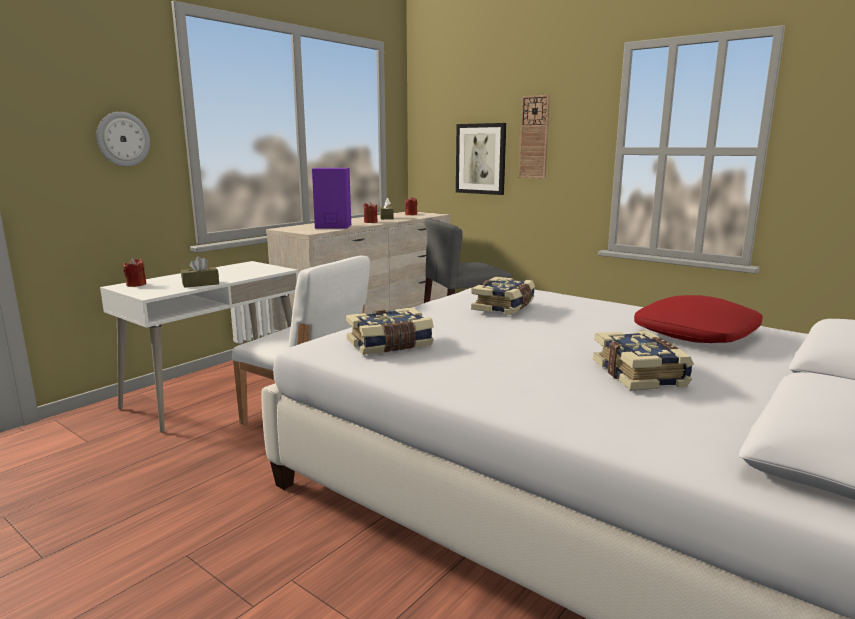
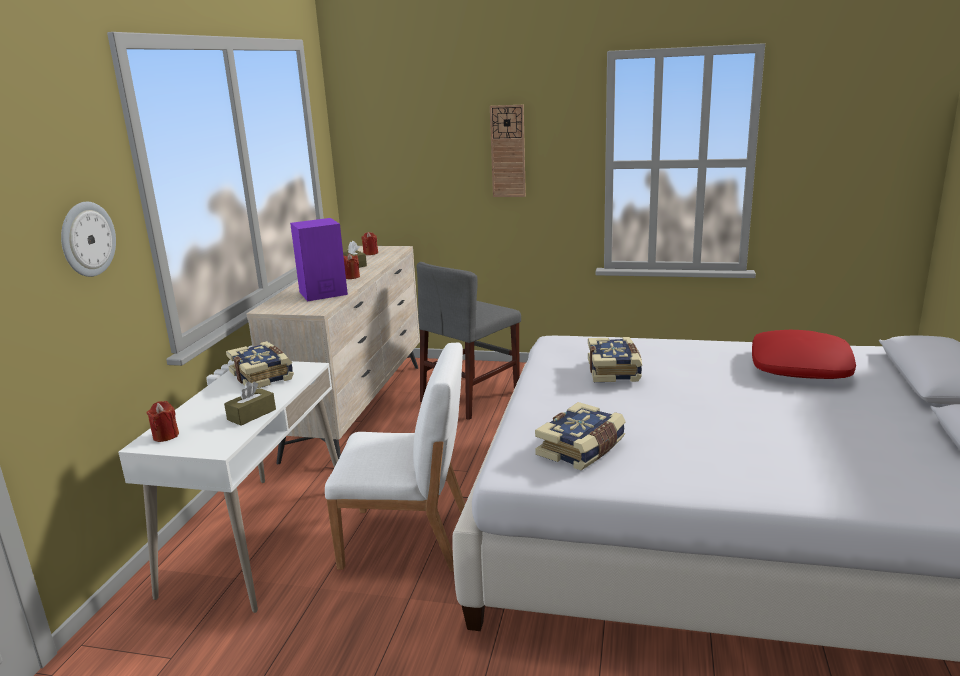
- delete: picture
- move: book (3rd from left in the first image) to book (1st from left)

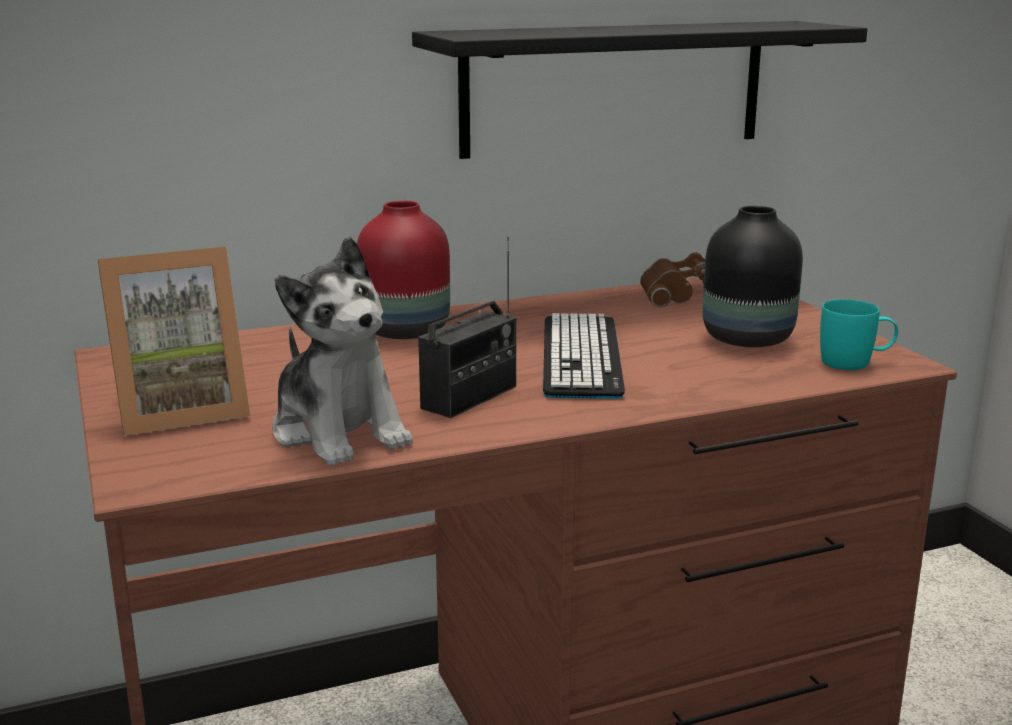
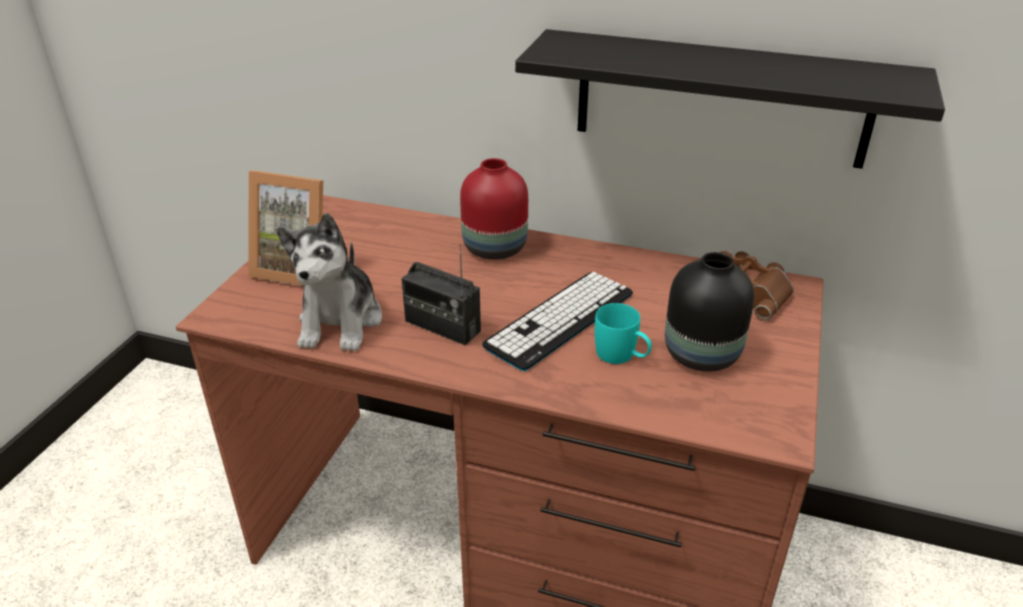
- move: mug (turquoise)
- rotate: radio 45 degrees clockwise

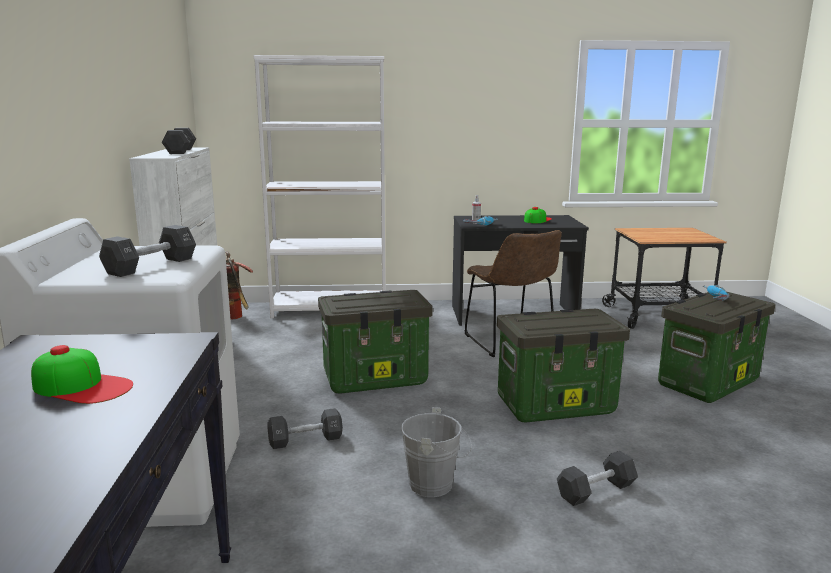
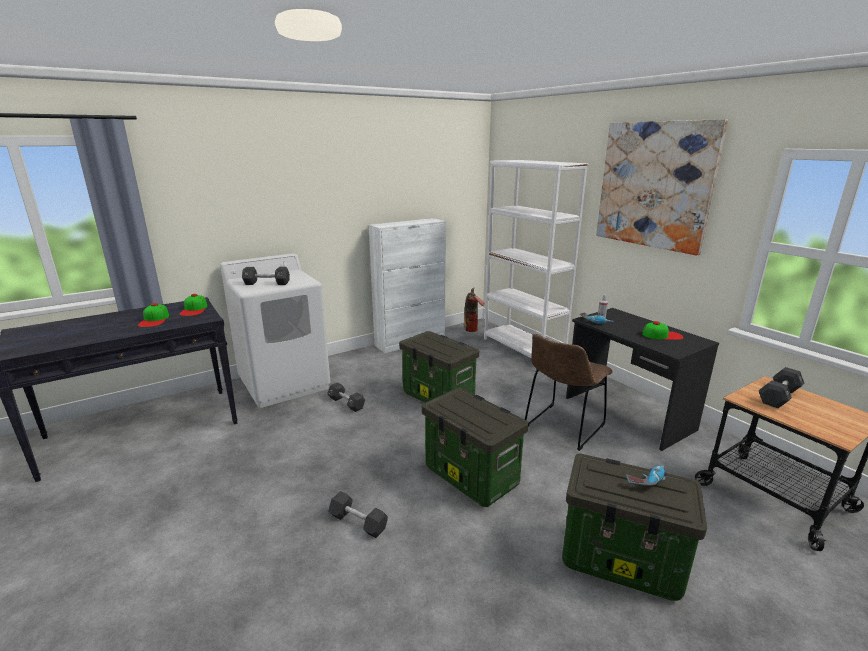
- delete: bucket (grey)
- insert: cap (2nd from left)
- insert: picture
- move: dumbbell (black) (2nd from left in the first image) to dumbbell (black) (4th from left)

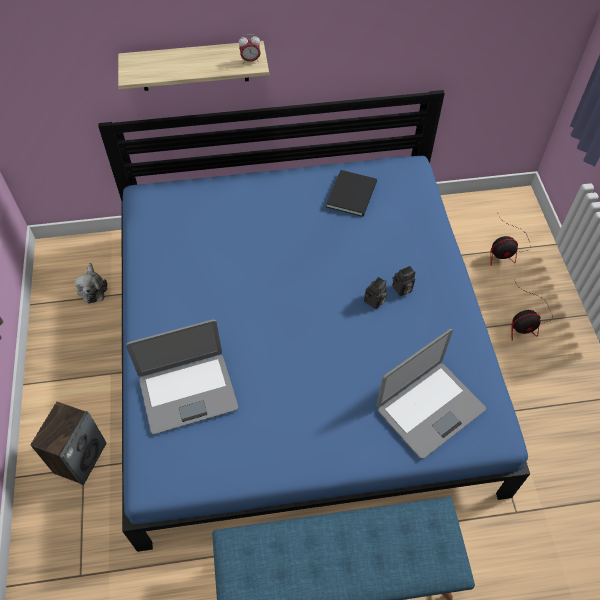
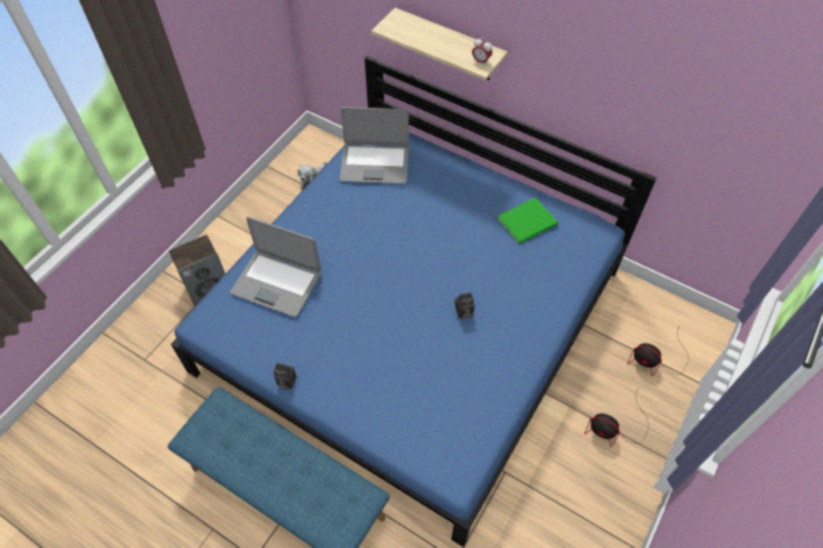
- move: laptop (2nd from left)
- move: photo camera (2nd from left in the first image) to photo camera (1st from left)
- recolor: book (black) to book (green)

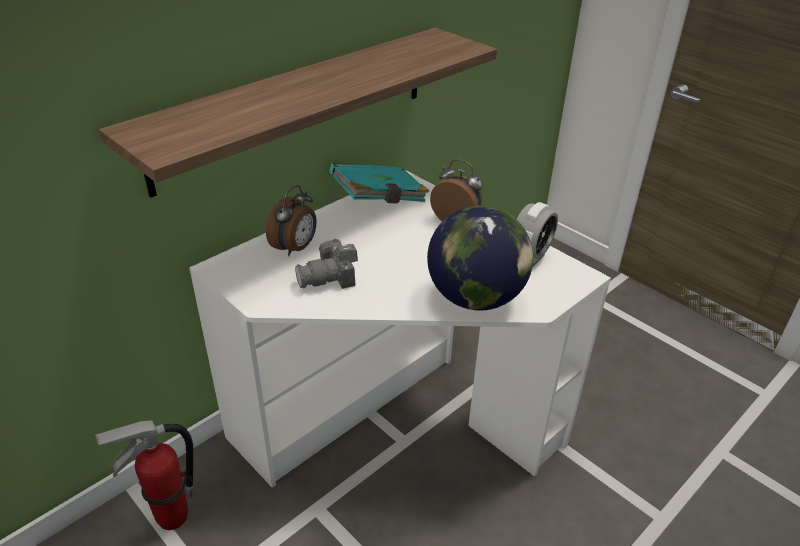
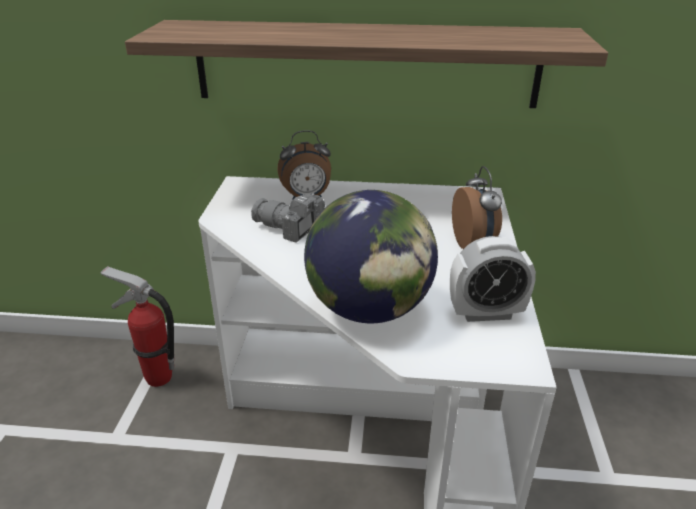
- delete: book (turquoise)

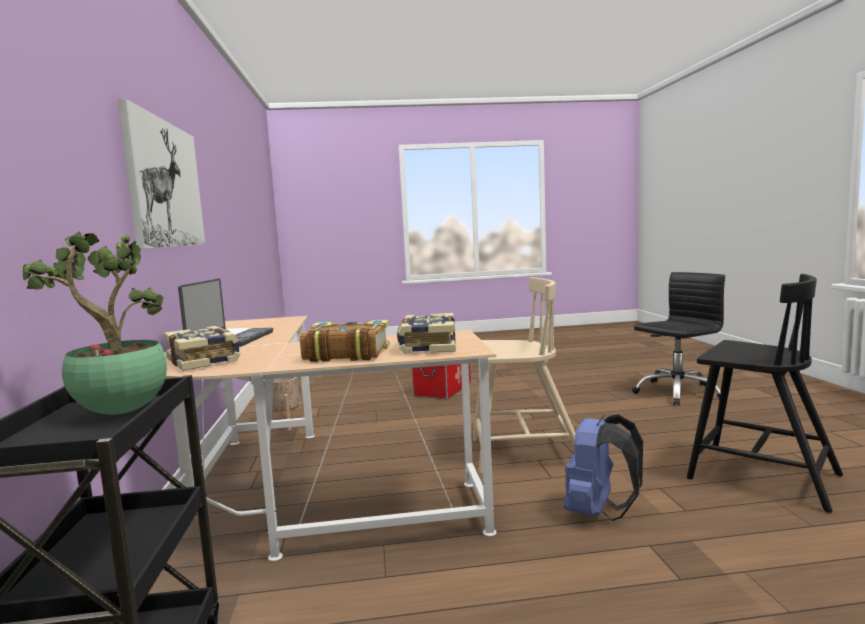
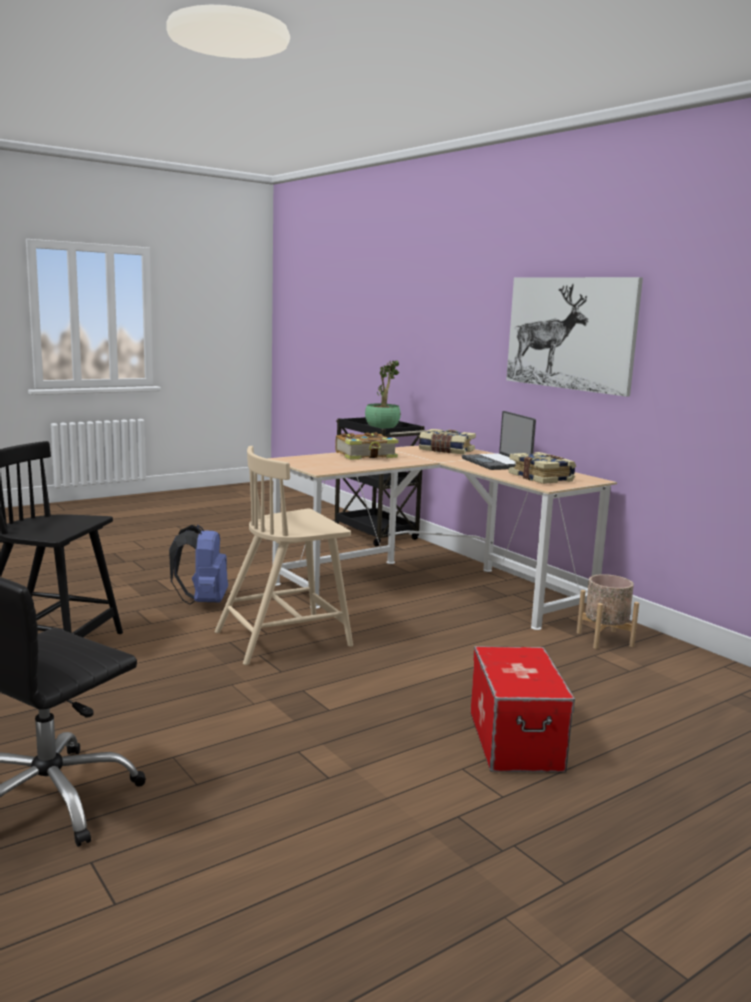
- move: book (3rd from left)

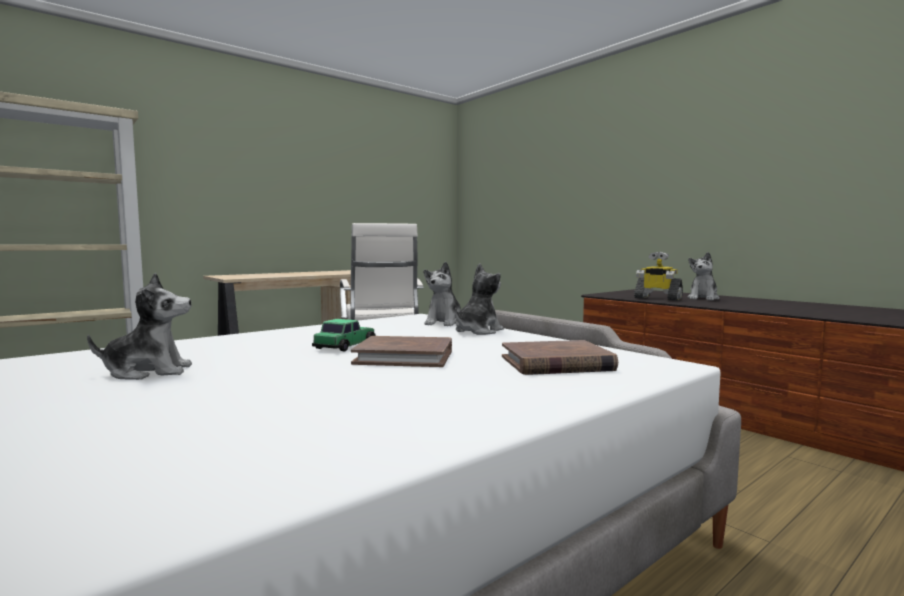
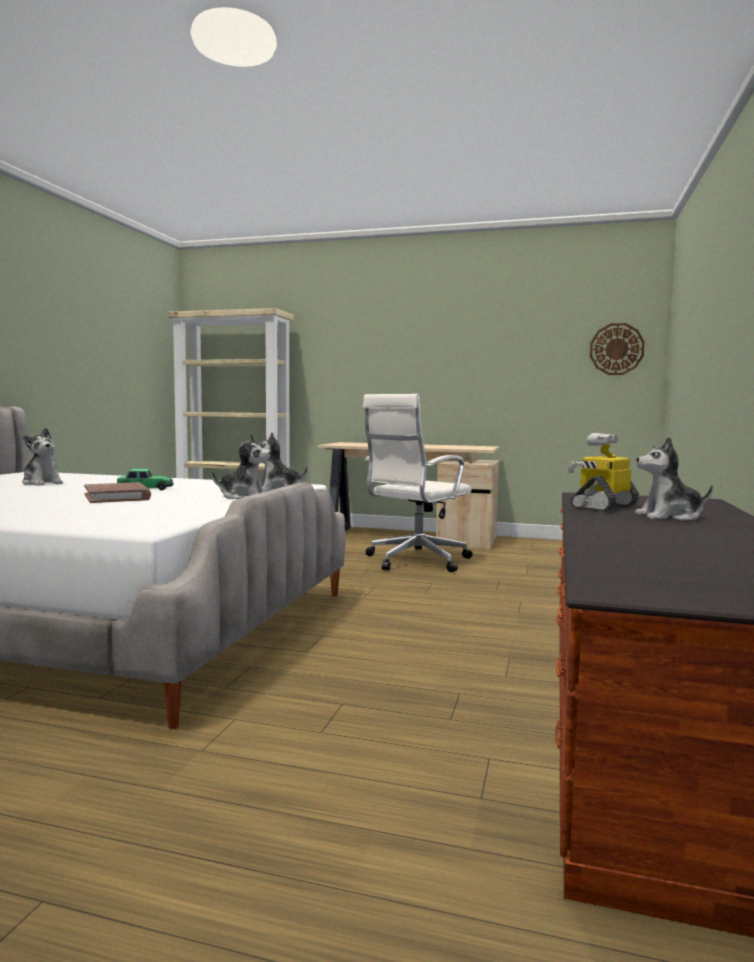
- delete: book (brown) (2nd from left)
- insert: wall clock
- rotate: toy robot 45 degrees clockwise

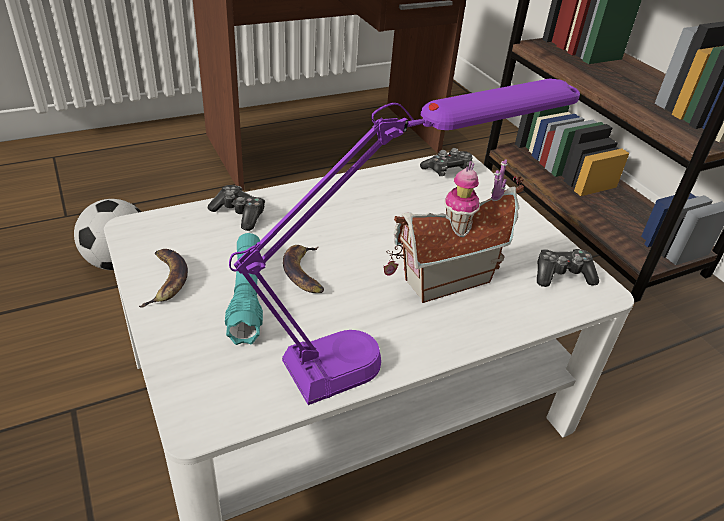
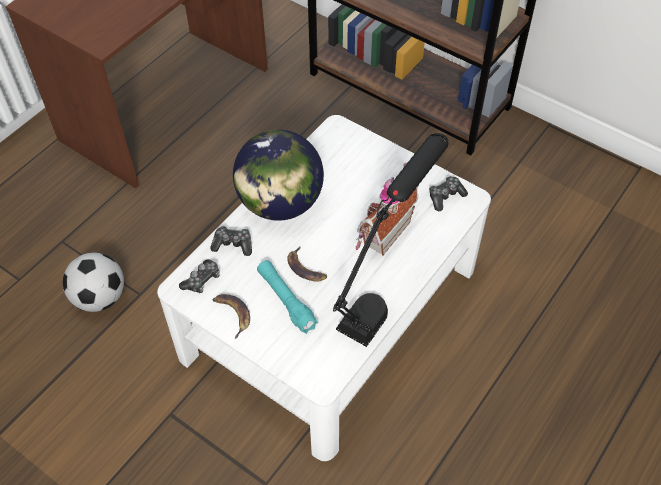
- insert: globe
- move: game controller (2nd from left in the first image) to game controller (1st from left)
- recolor: table lamp (purple) to table lamp (black)

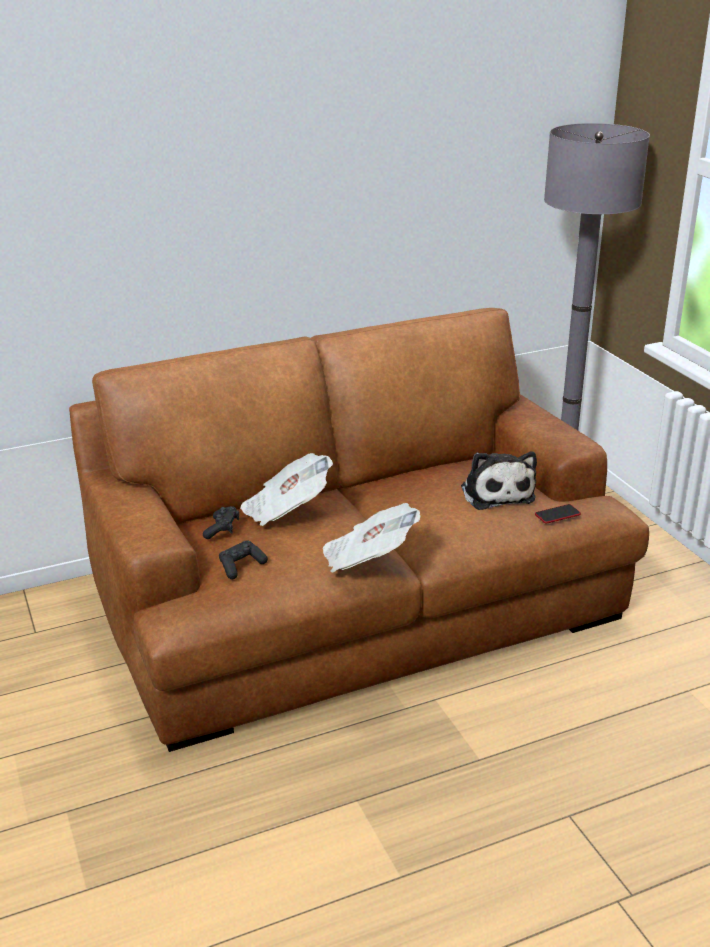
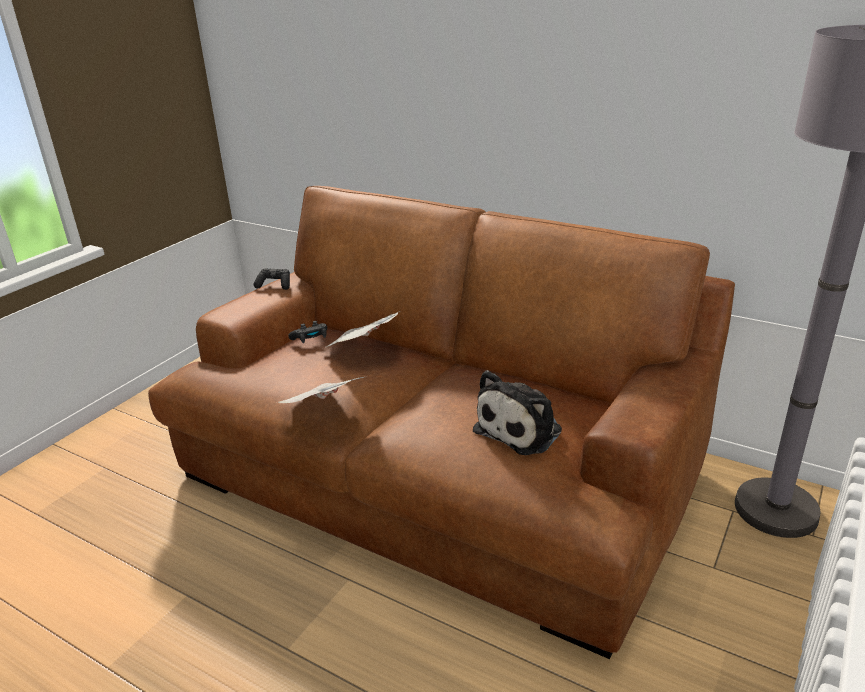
- delete: phone
- move: game controller (black) (2nd from left in the first image) to game controller (black) (1st from left)

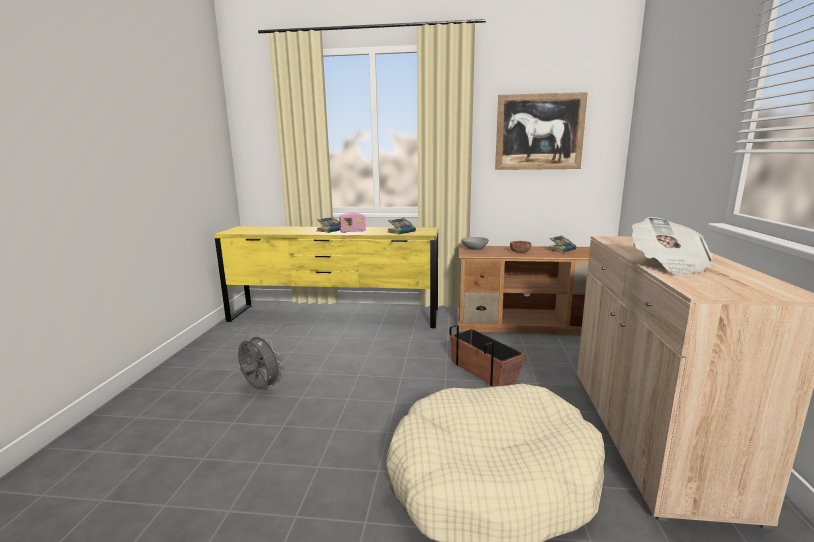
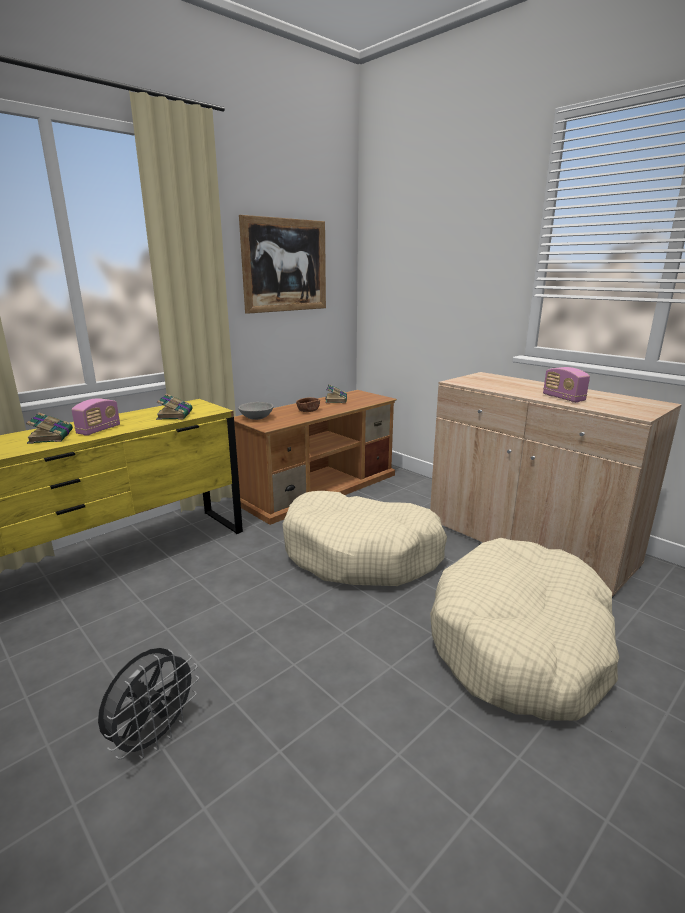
- replace: planter to dog bed (beige) (1st from left)
- replace: newspaper to radio (2nd from left)
- rotate: fan (grey) 135 degrees clockwise

